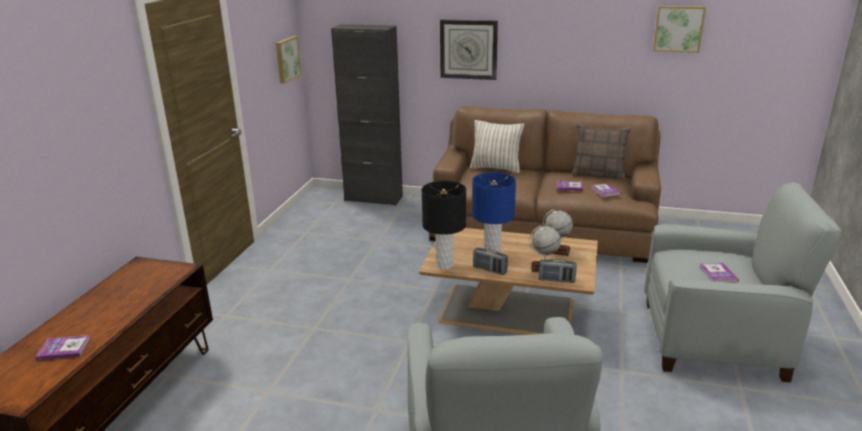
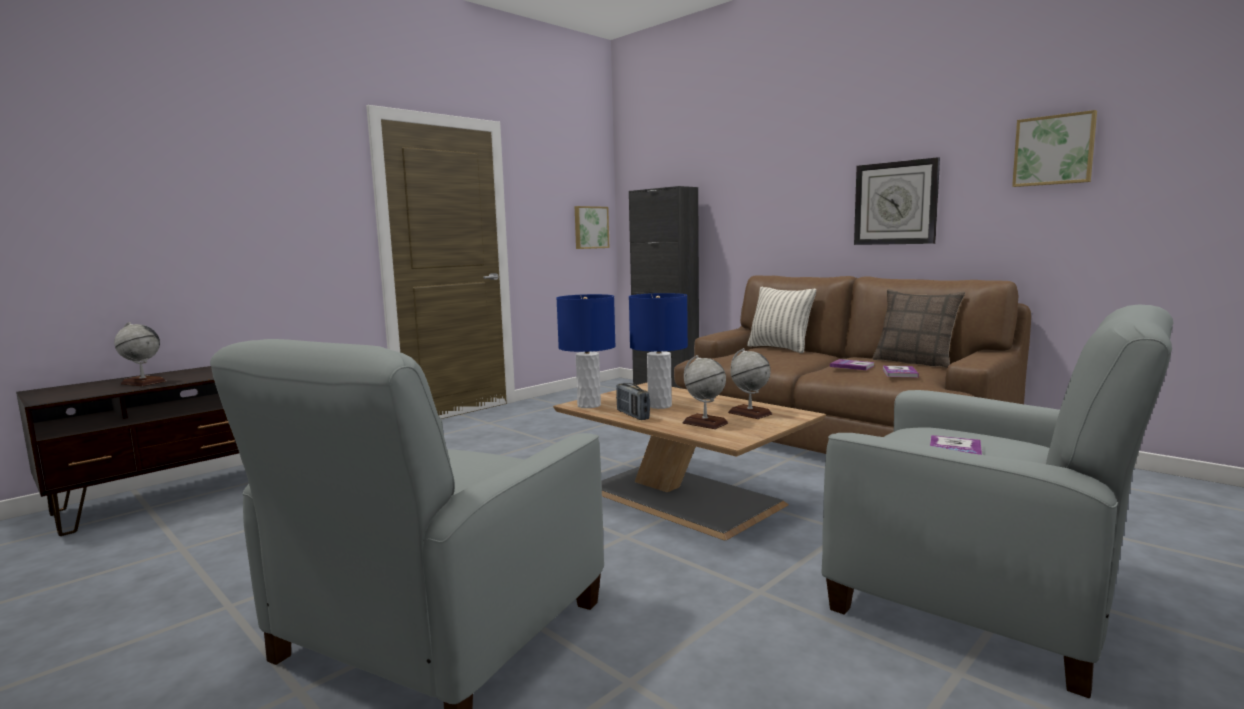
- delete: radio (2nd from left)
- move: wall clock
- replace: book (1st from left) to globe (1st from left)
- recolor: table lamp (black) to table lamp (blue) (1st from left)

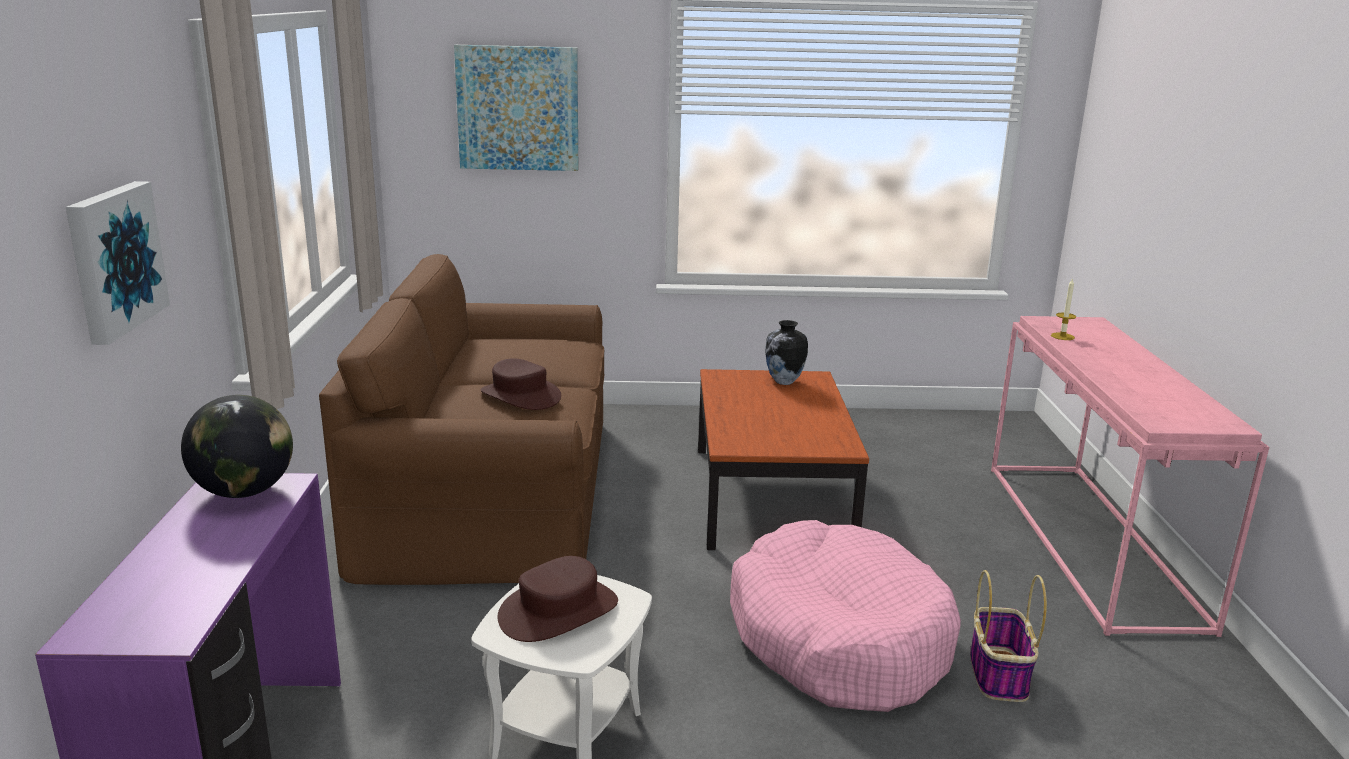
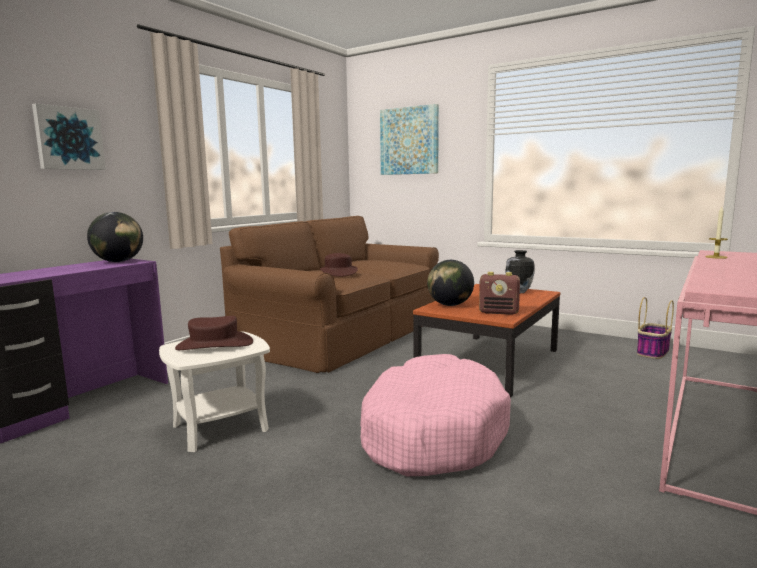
- insert: globe (2nd from left)
- insert: radio
- move: basket

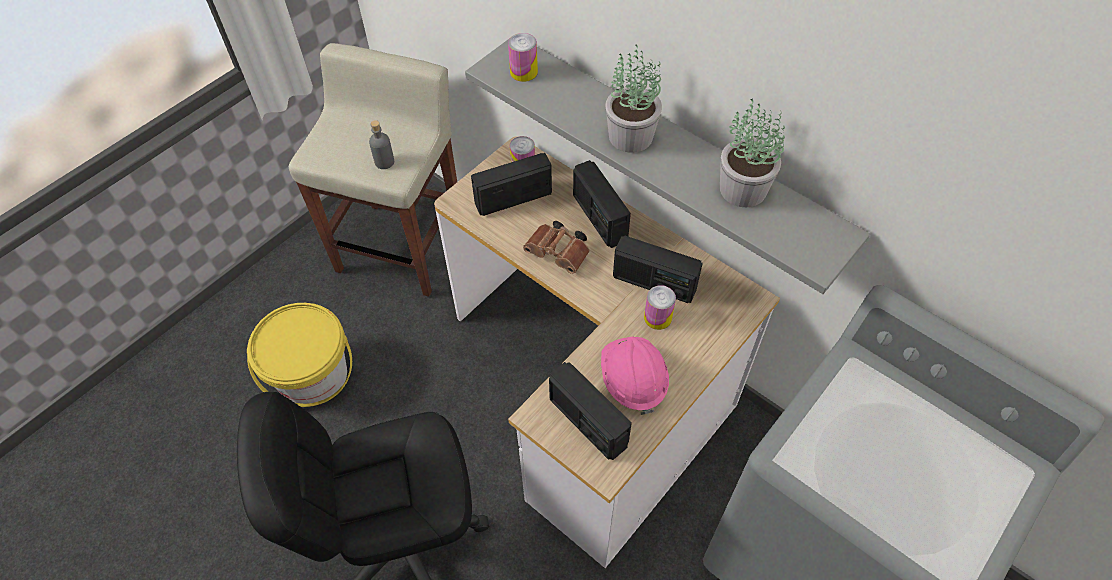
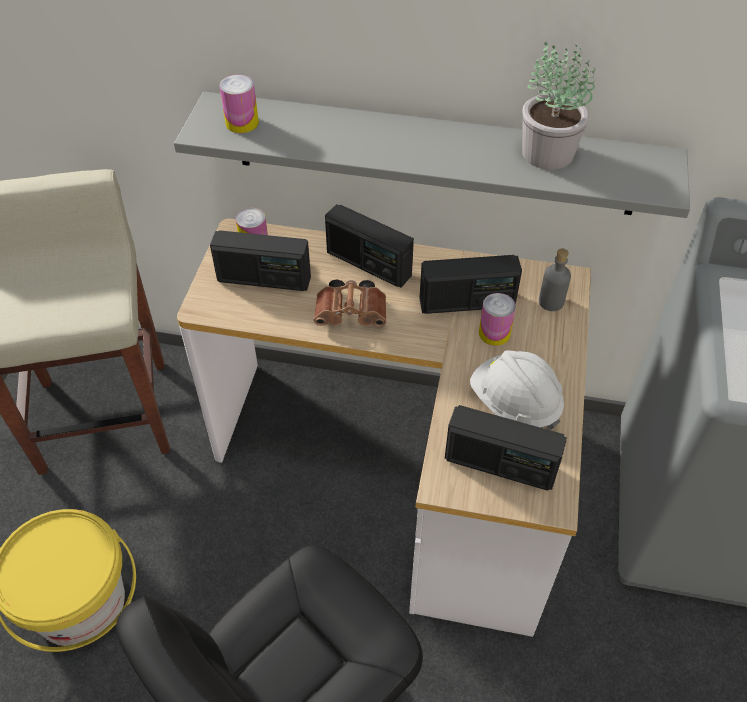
- delete: potted plant (1st from left)
- move: bottle (grey)
- recolor: hard hat (pink) to hard hat (white)
- rotate: radio (1st from left) 120 degrees counterclockwise

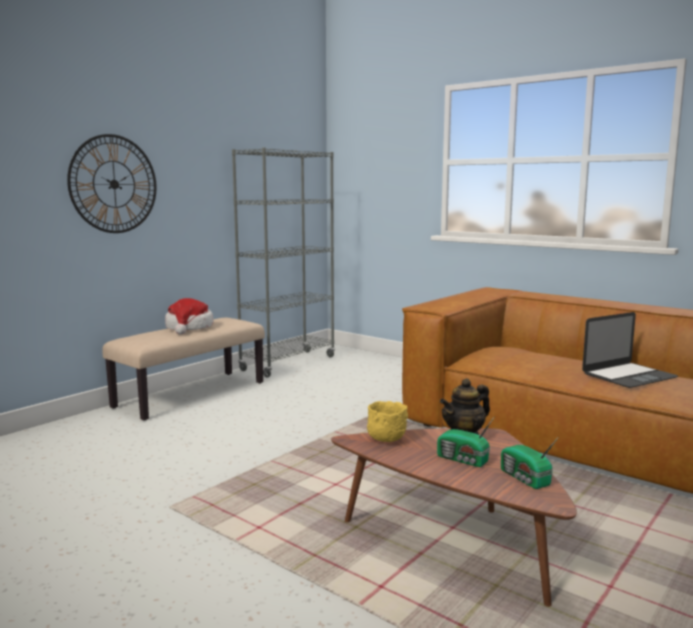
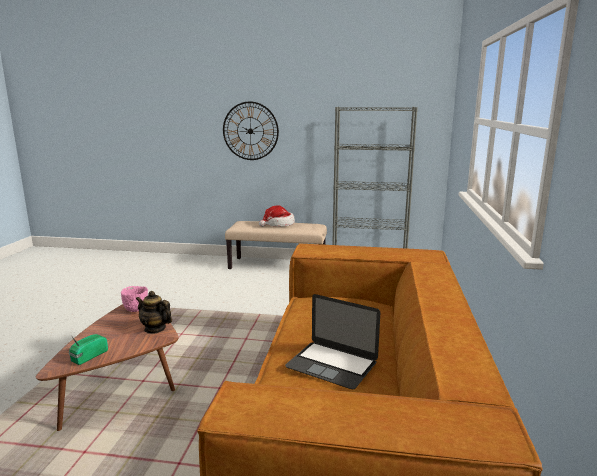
- delete: radio (1st from left)
- recolor: bowl (yellow) to bowl (pink)

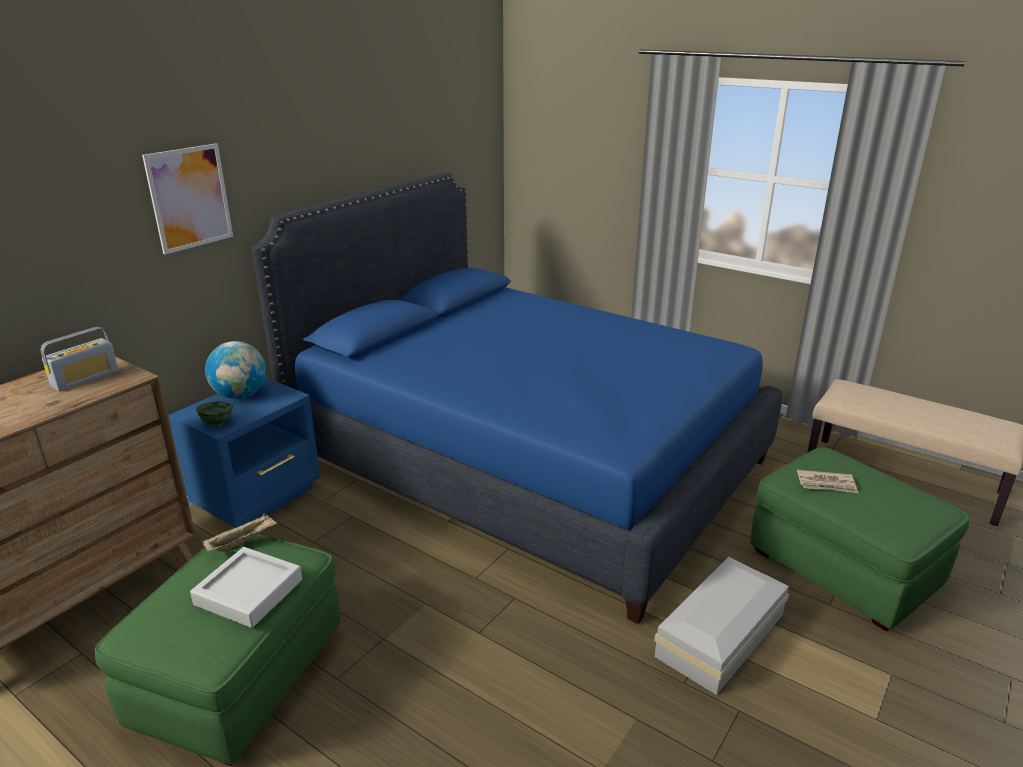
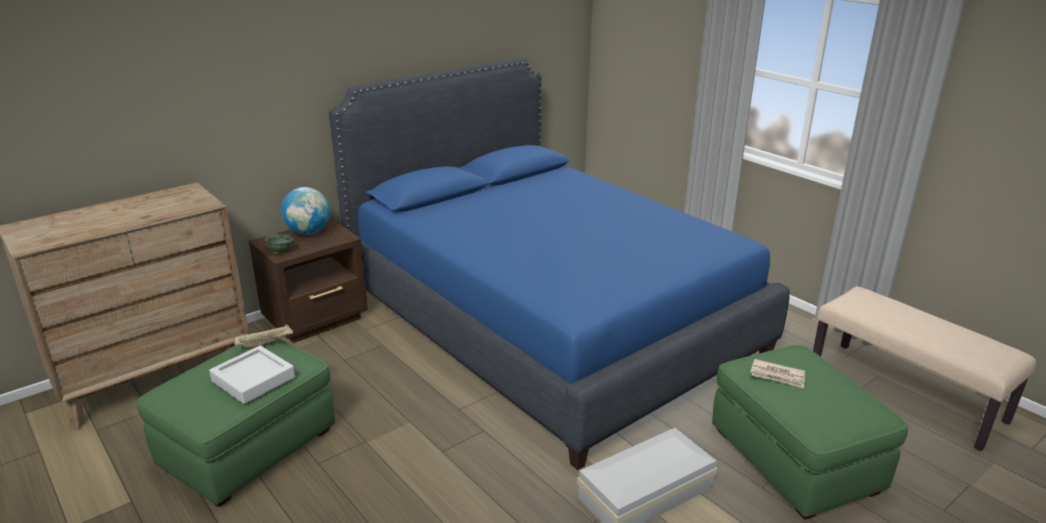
- delete: radio
- delete: picture
- recolor: nightstand (blue) to nightstand (brown)

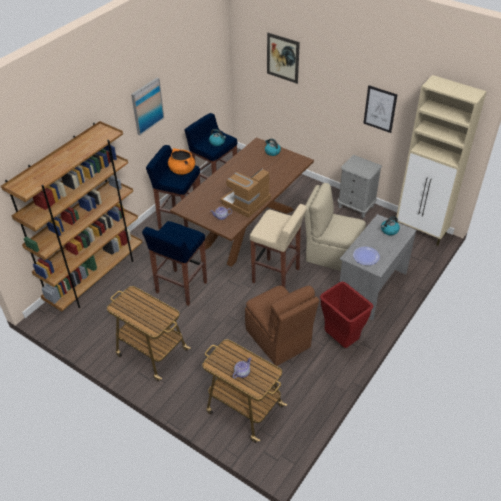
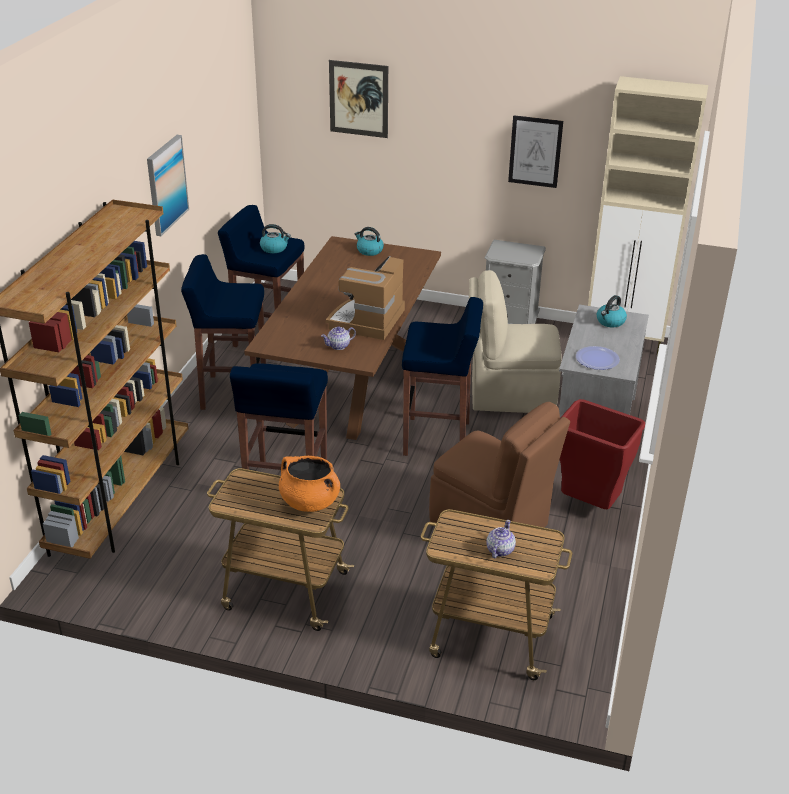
- move: cooking pot (orange)
- recolor: stool (beige) to stool (blue) (4th from left)

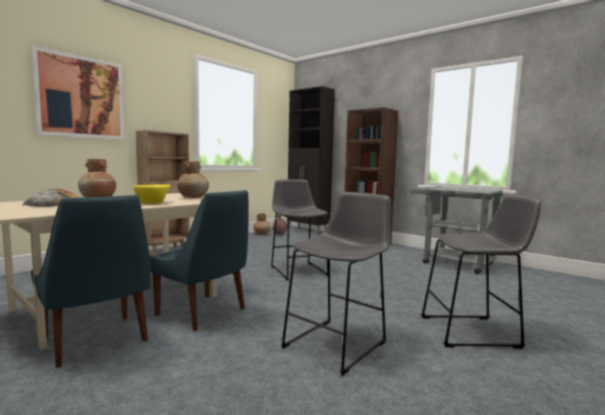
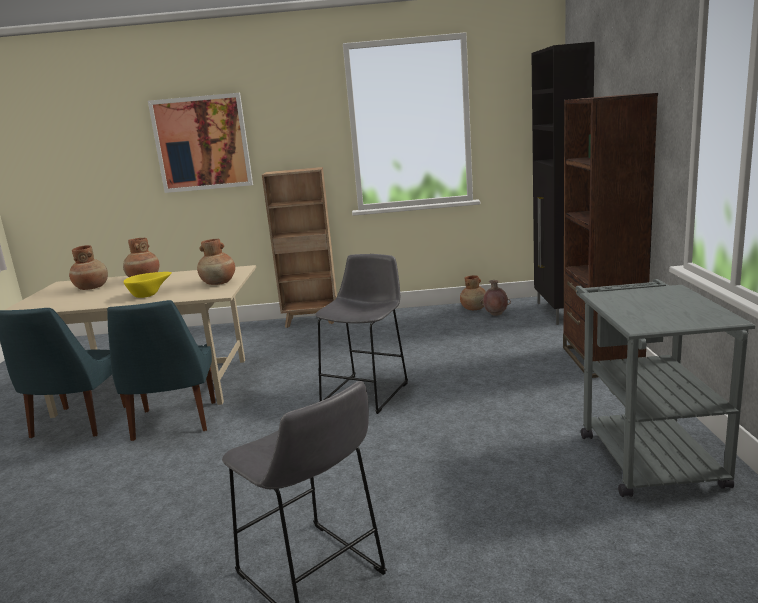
- delete: stool (grey) (2nd from left)
- replace: bread to vase (brown) (1st from left)

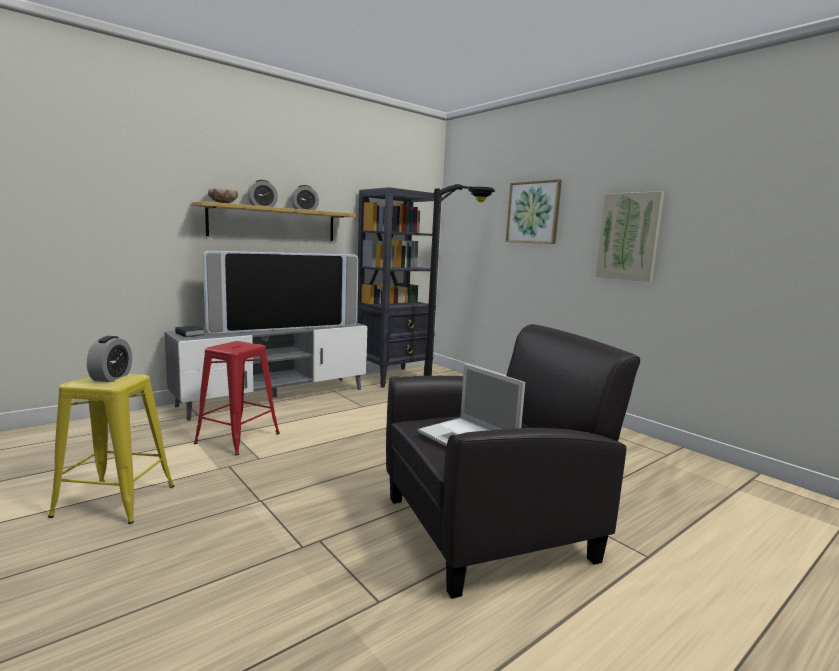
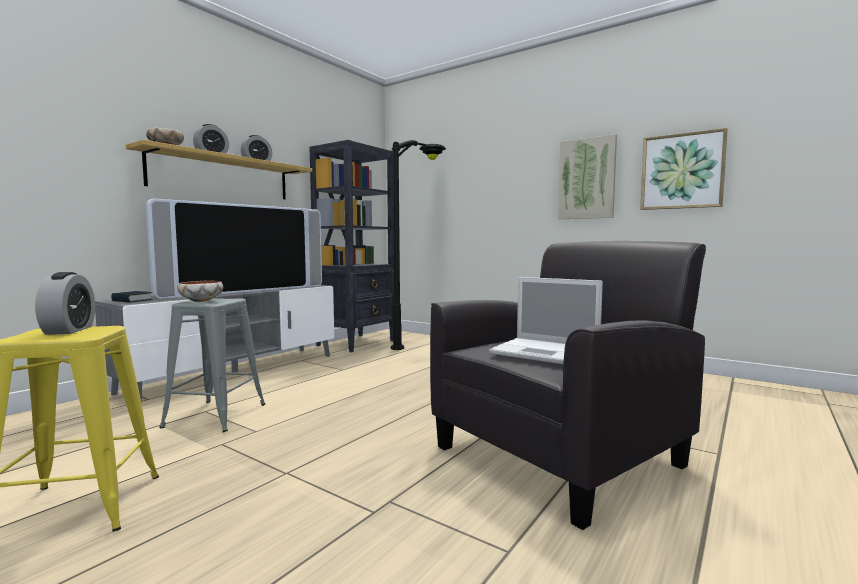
- insert: bowl (2nd from left)
- move: picture (1st from left in the first image) to picture (2nd from left)
- recolor: stool (red) to stool (grey)

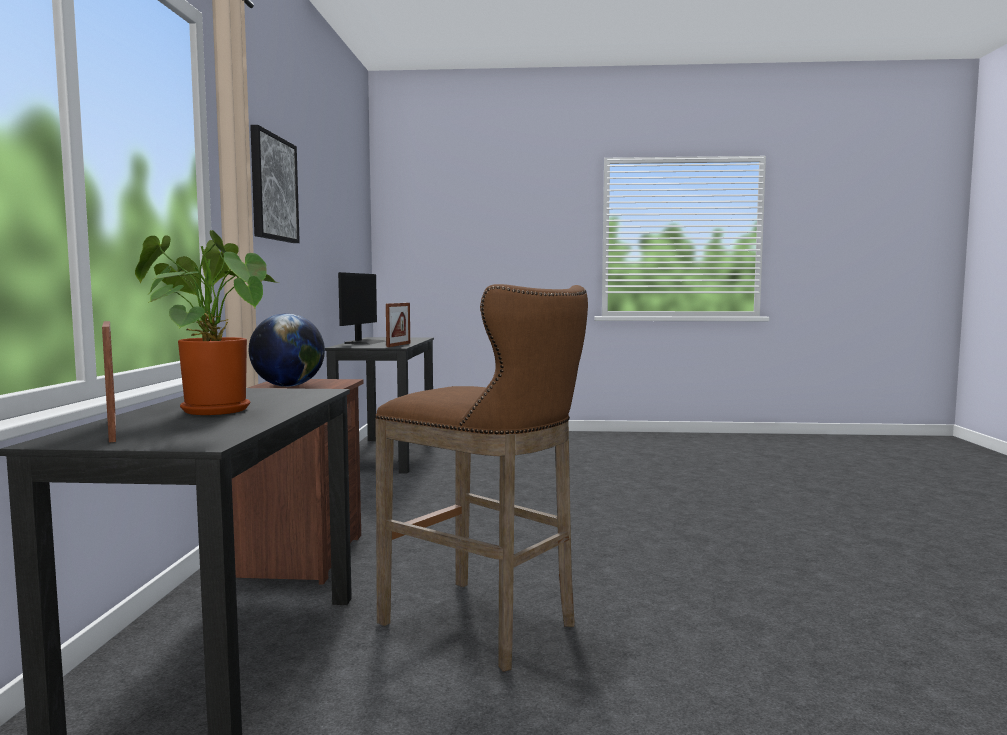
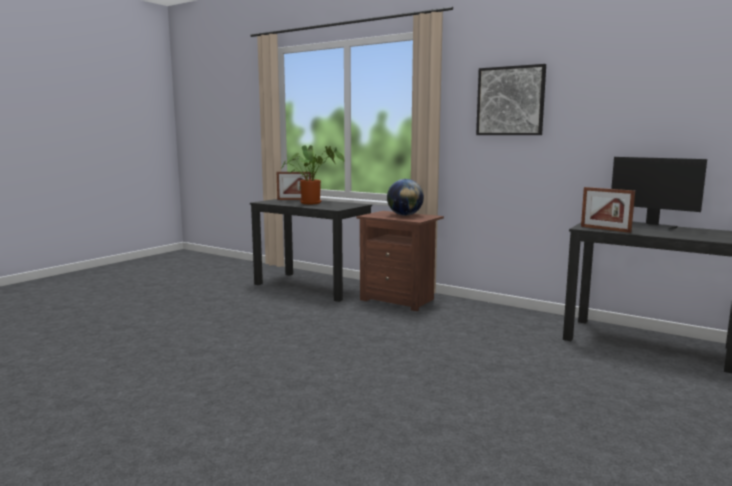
- delete: stool (brown)

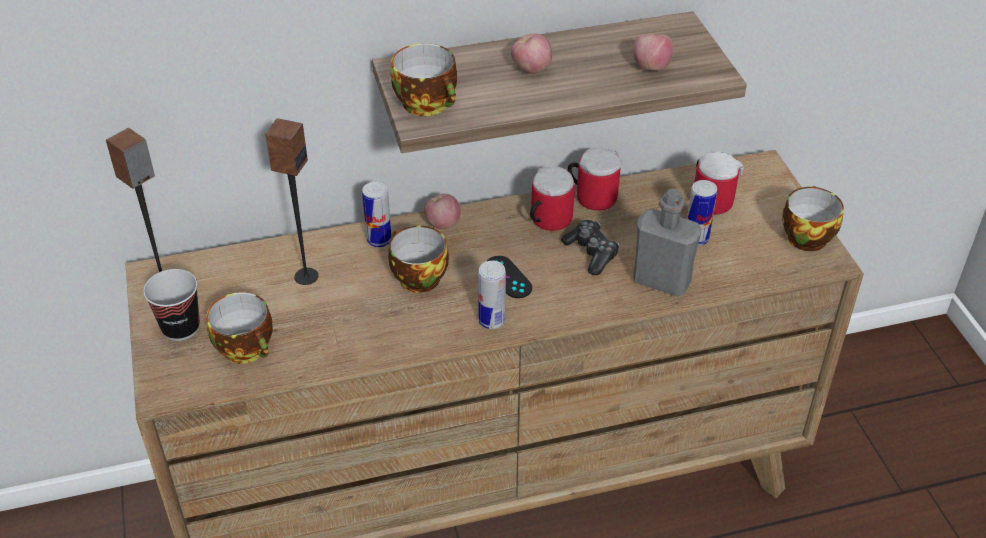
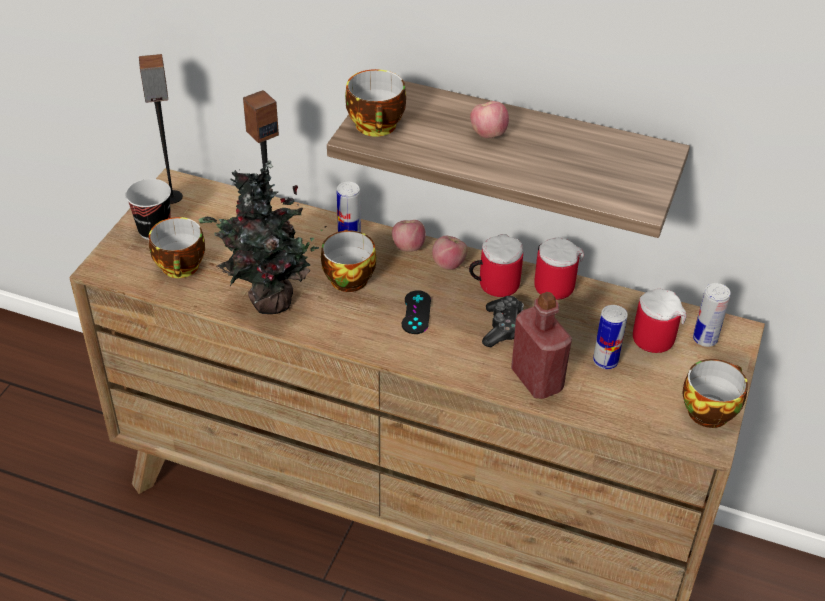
- insert: potted plant
- move: can (2nd from left in the first image) to can (3rd from left)
- move: apple (3rd from left in the first image) to apple (2nd from left)
- recolor: bottle (grey) to bottle (red)

